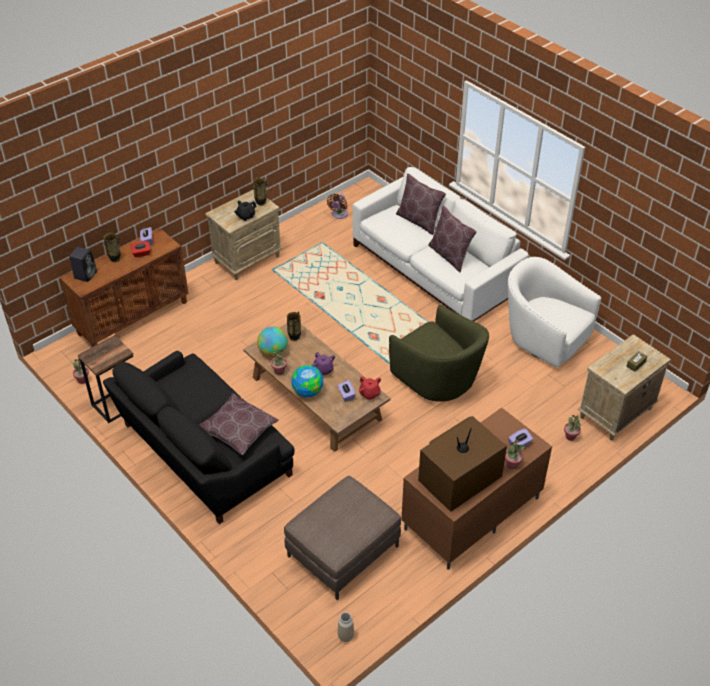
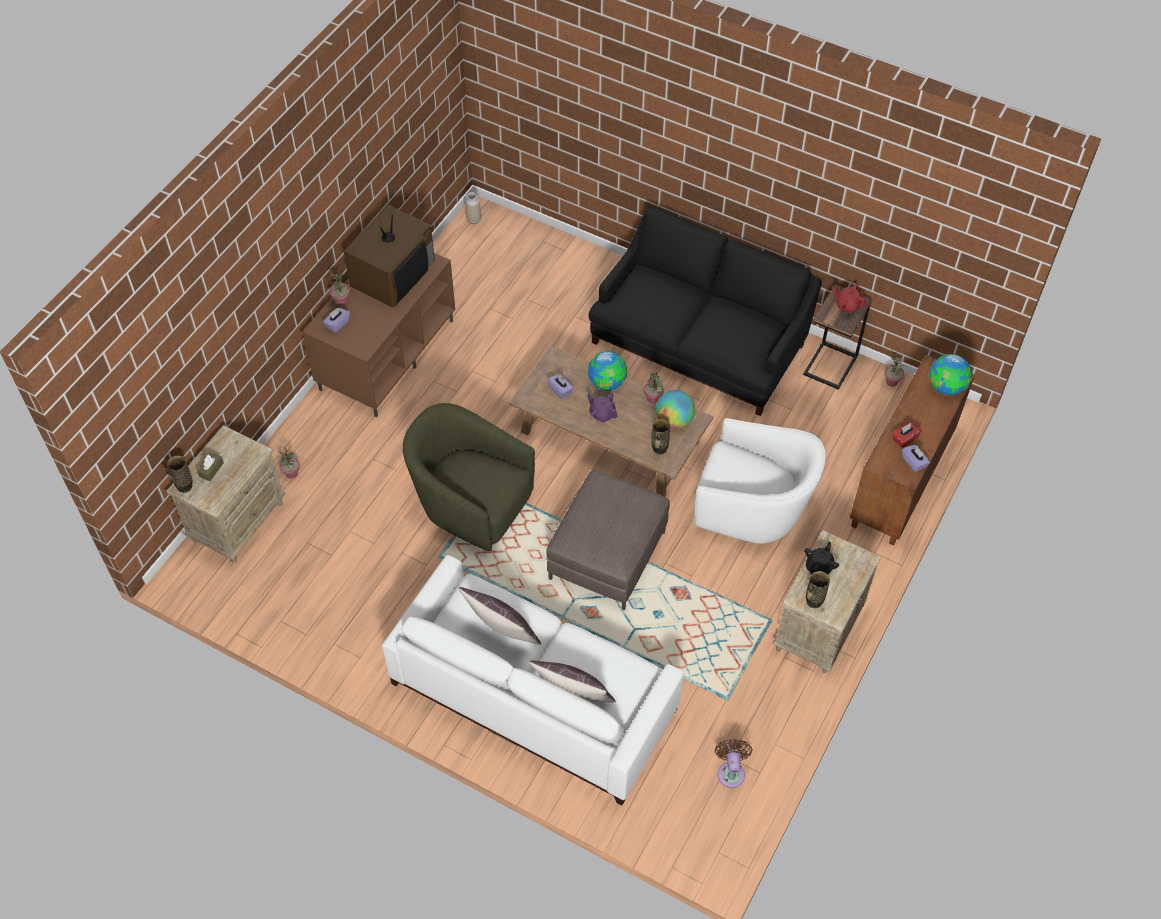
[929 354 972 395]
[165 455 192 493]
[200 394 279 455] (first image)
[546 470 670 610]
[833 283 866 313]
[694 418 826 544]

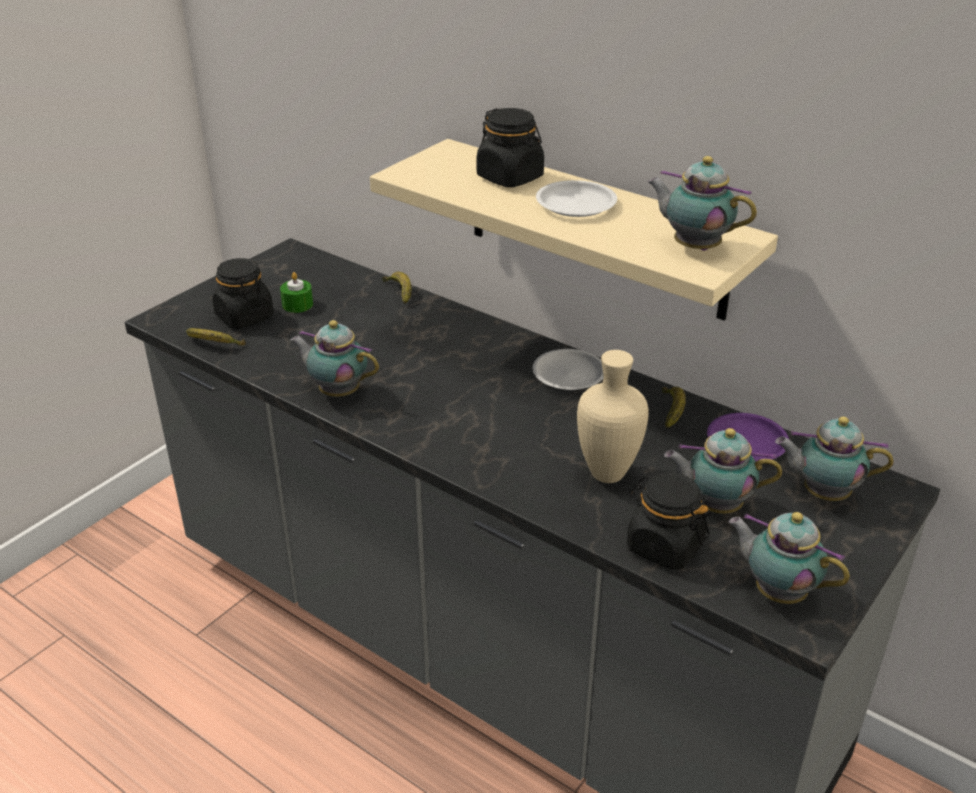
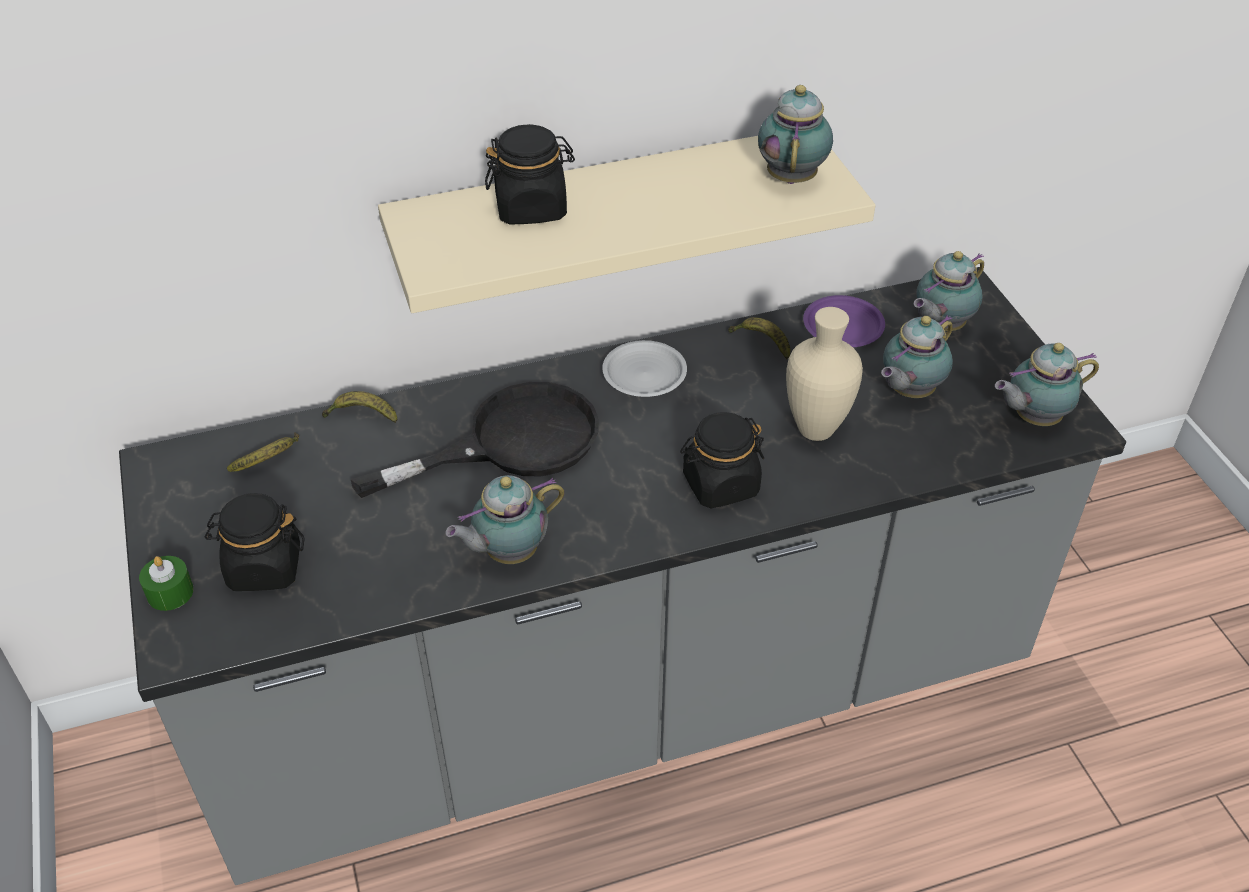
[227 432 299 472]
[139 556 194 611]
[536 180 617 217] (first image)
[680 412 764 508]
[758 85 833 184]
[351 382 599 498]

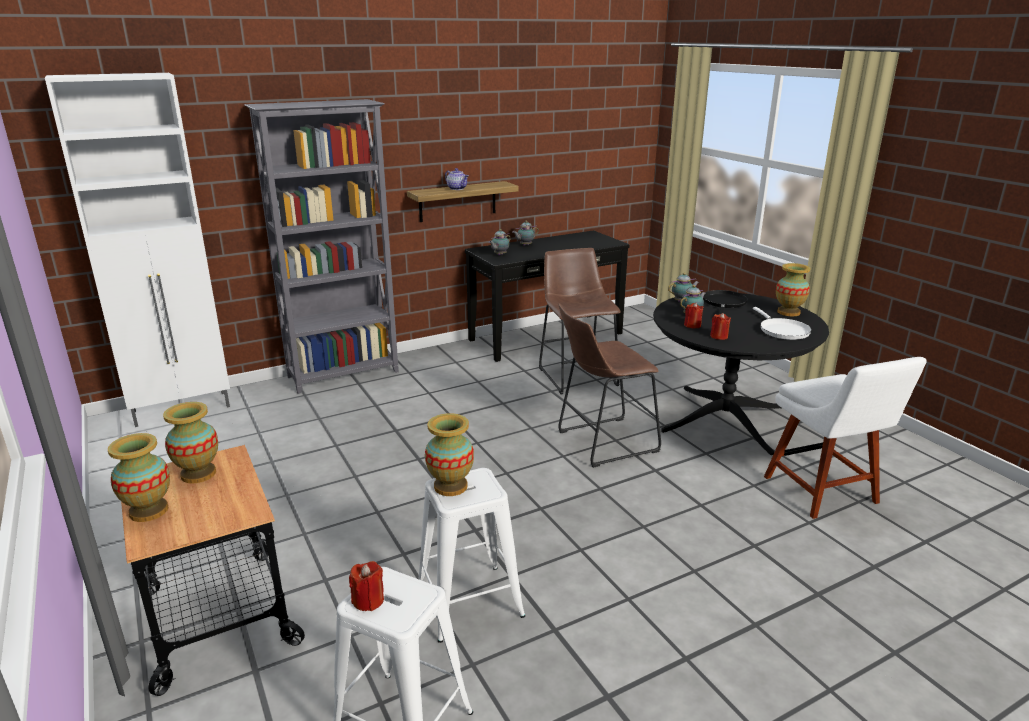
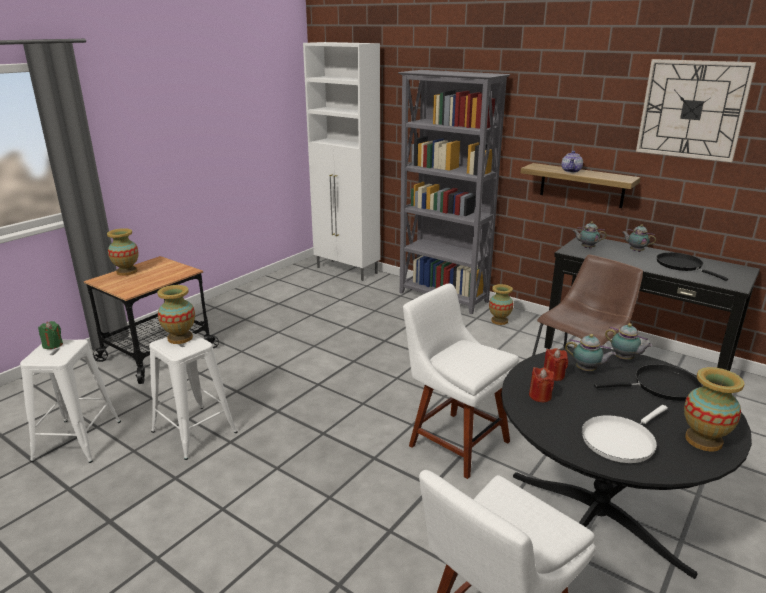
[489 284 513 325]
[38 321 63 349]
[403 283 519 479]
[636 59 756 162]
[657 252 728 281]

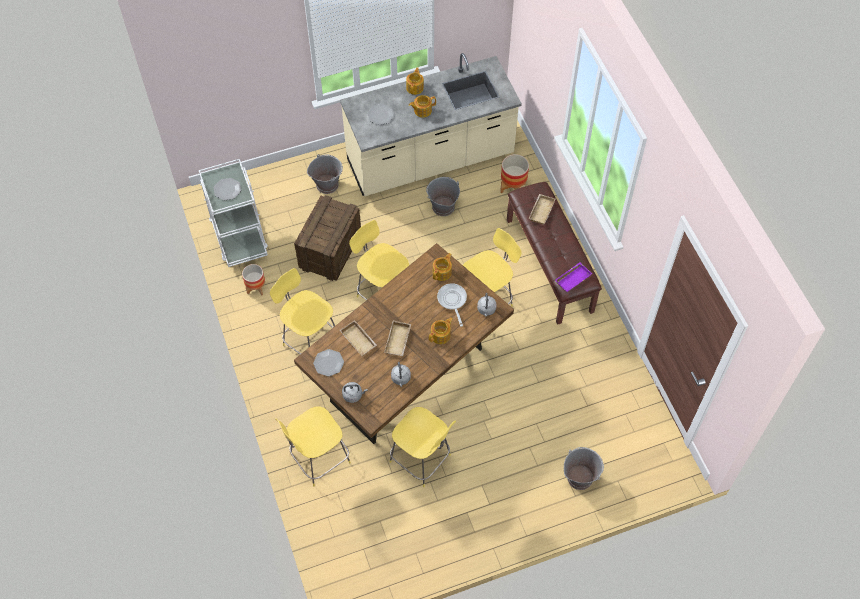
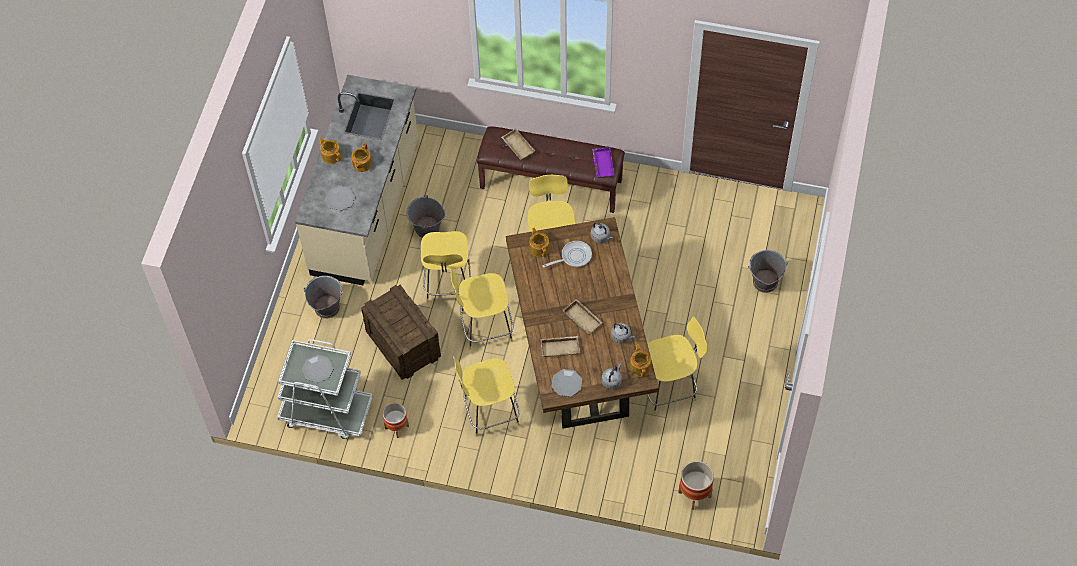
[421 231 471 302]
[630 344 651 377]
[542 241 592 268]
[678 461 714 510]

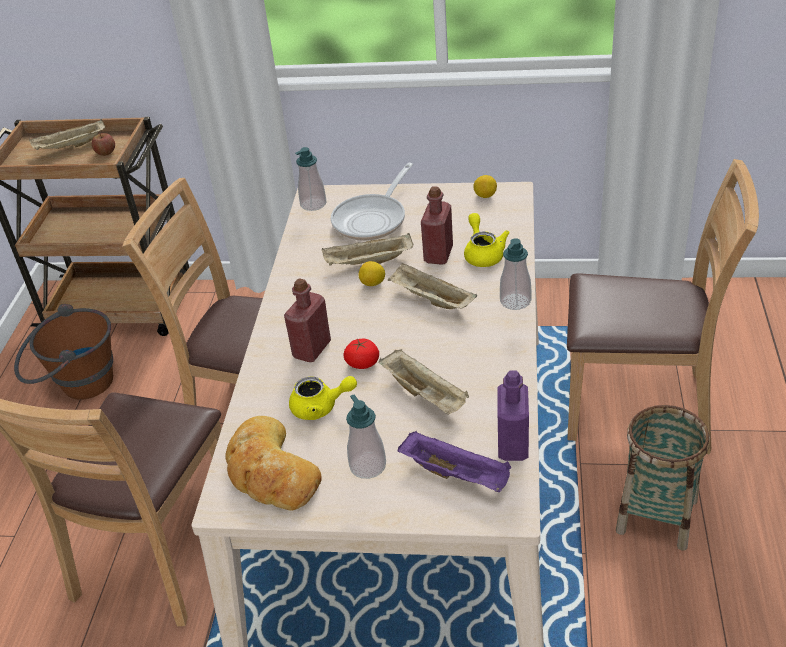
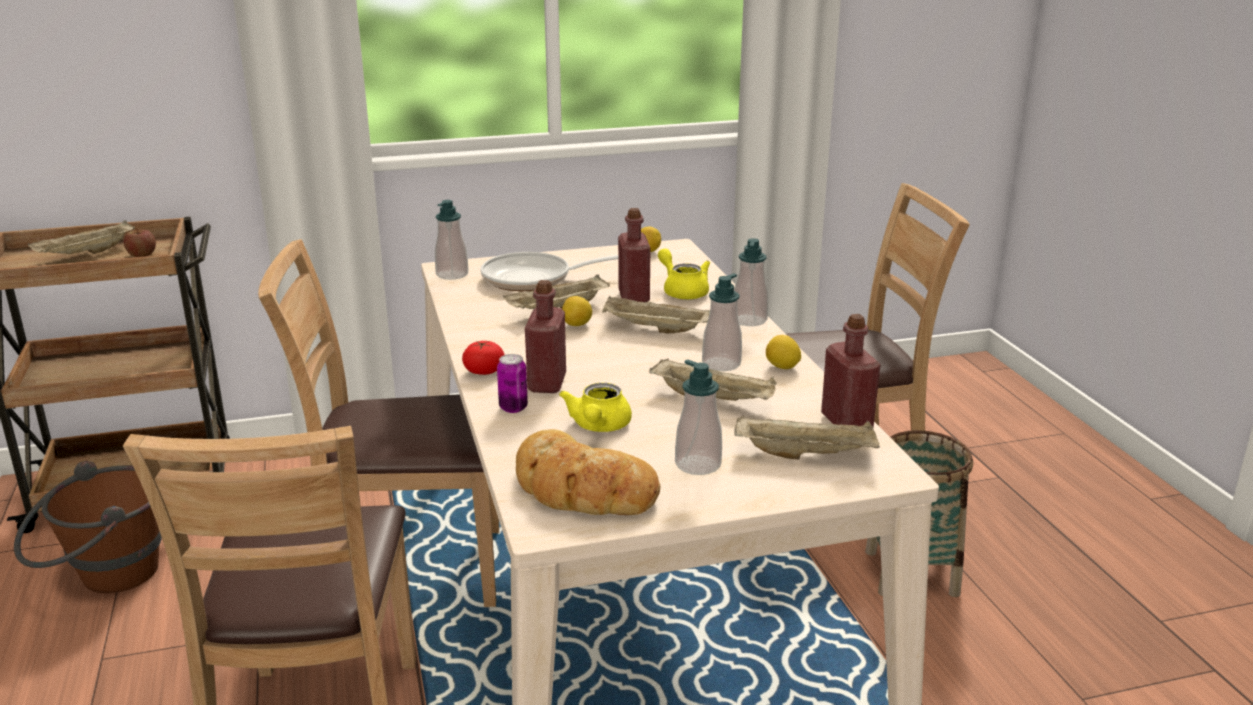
[559 383 632 432]
[480 252 618 291]
[462 341 505 375]
[735 415 880 460]
[821 314 881 428]
[497 354 528 413]
[702 273 742 371]
[766 335 801 369]

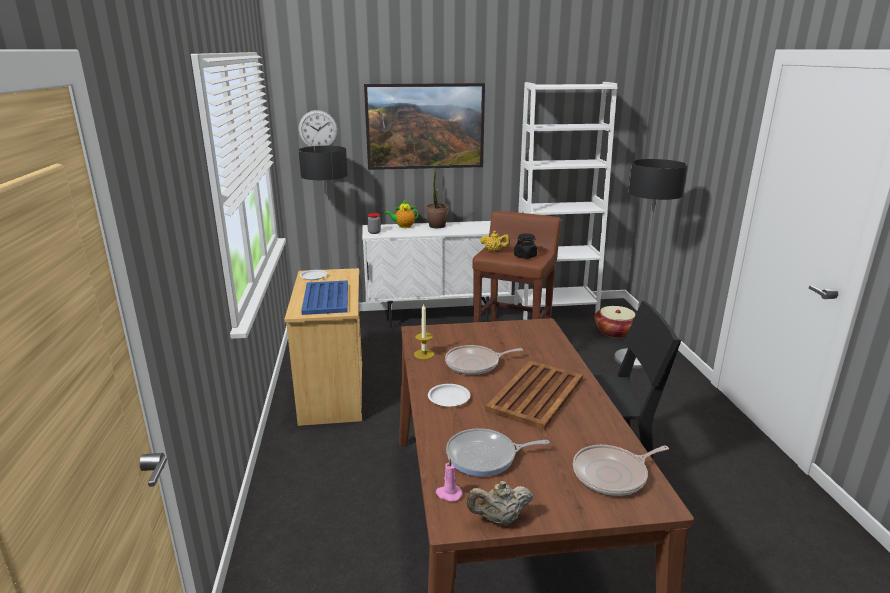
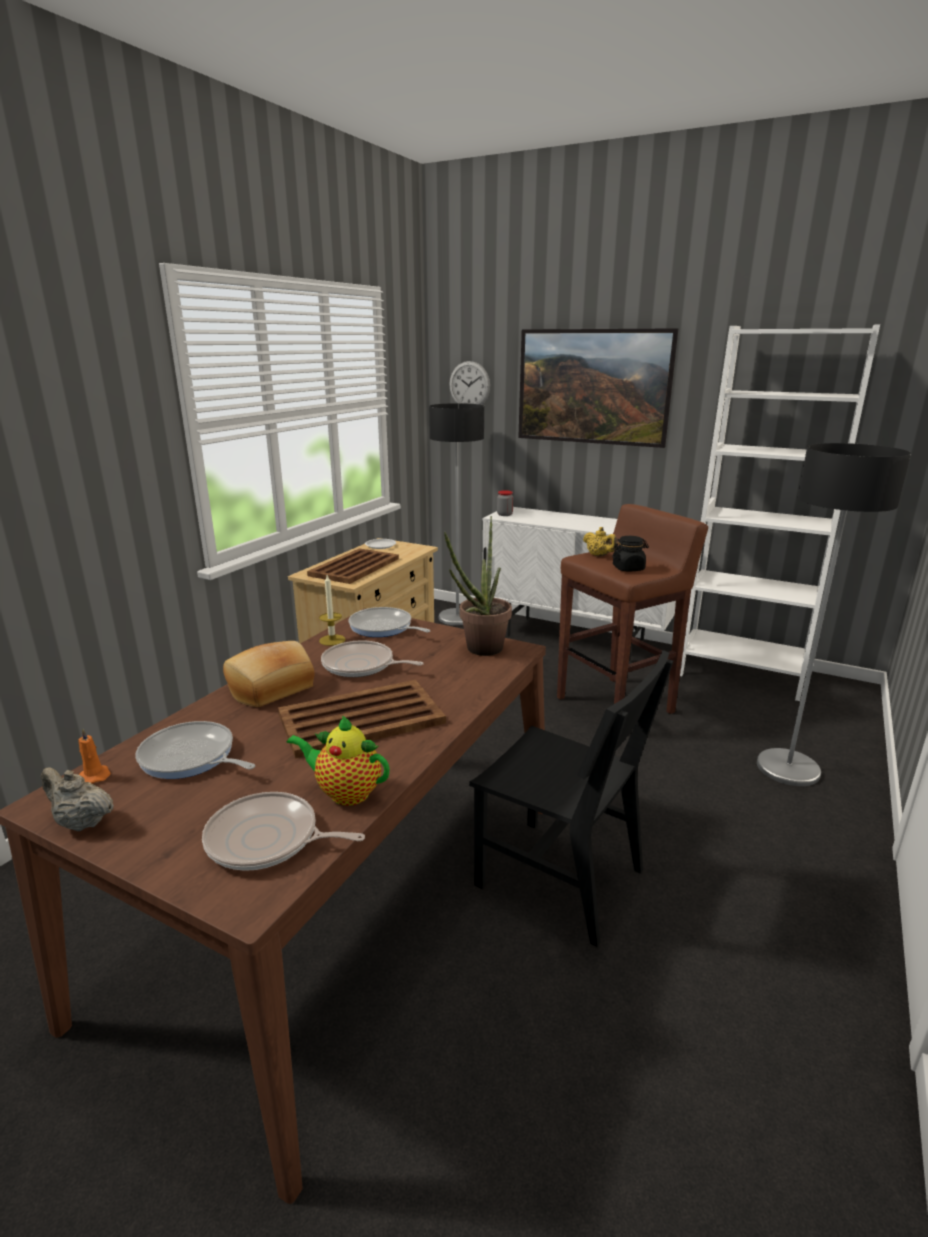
[307 548 399 584]
[287 715 390 806]
[444 516 512 656]
[223 641 314 707]
[79 728 111 784]
[594 306 636 338] (first image)
[348 607 431 637]

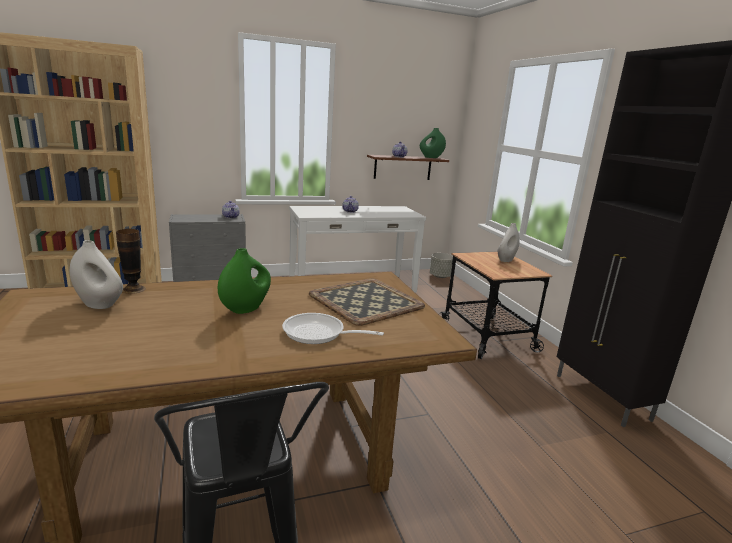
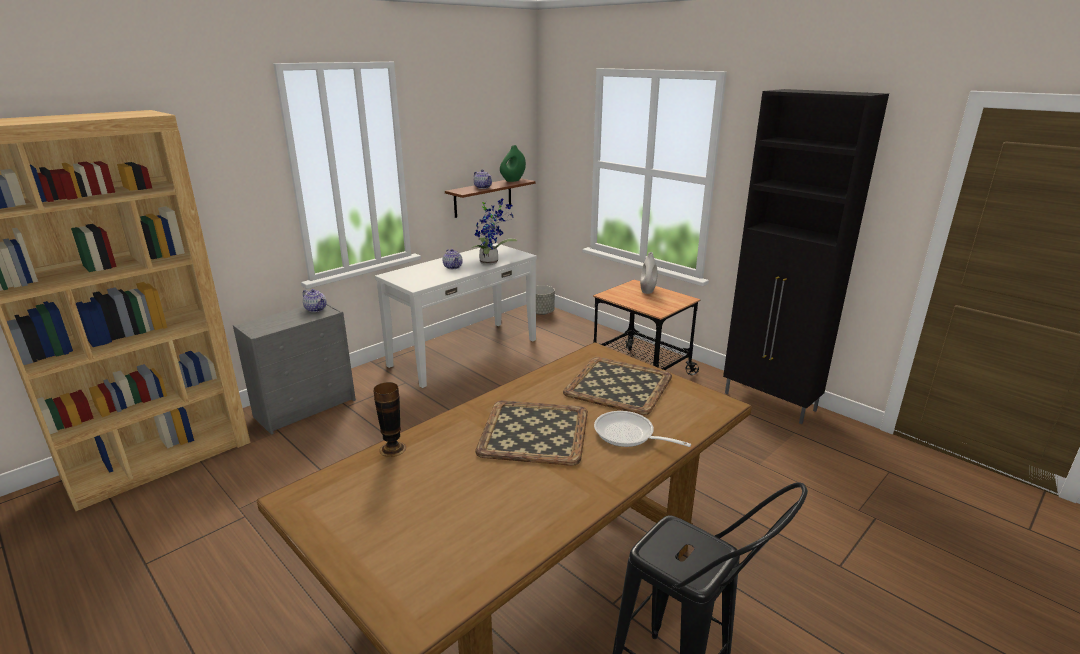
[70 240 123 309] (first image)
[475 400 588 466]
[594 411 691 447]
[472 198 518 265]

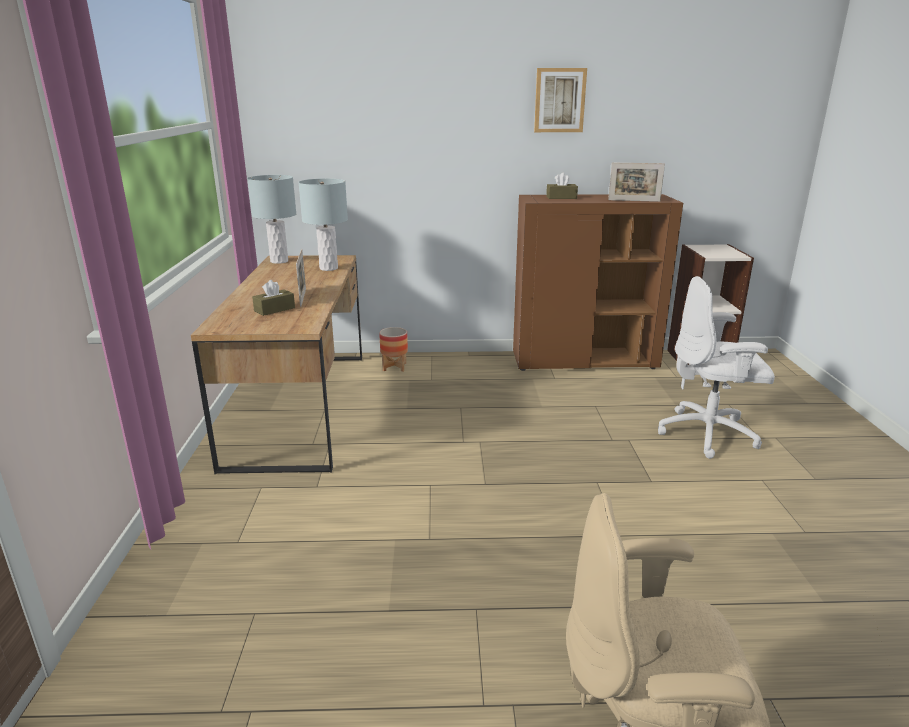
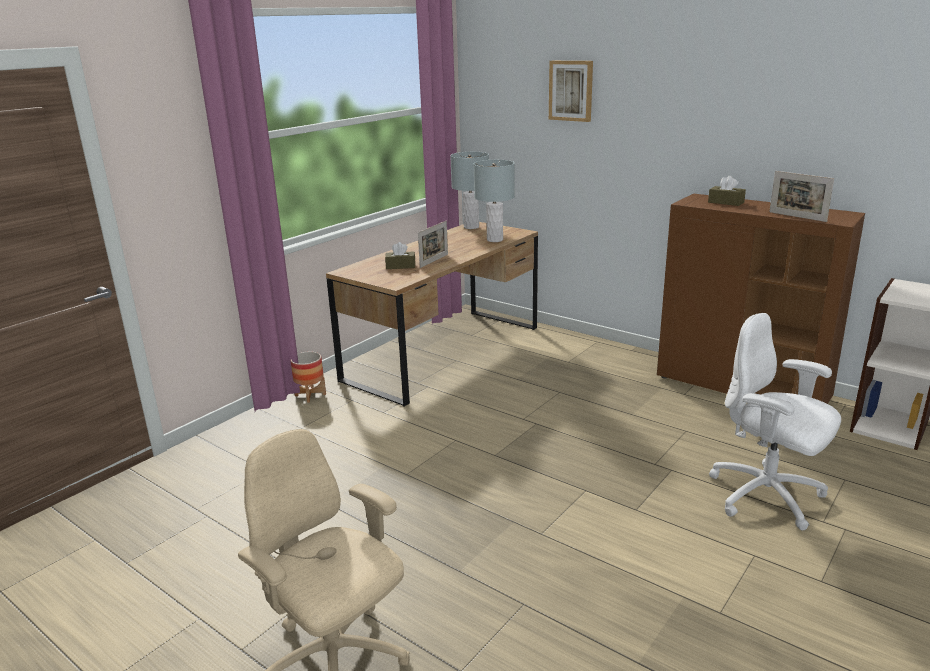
[291 352 326 403]
[549 61 593 122]

